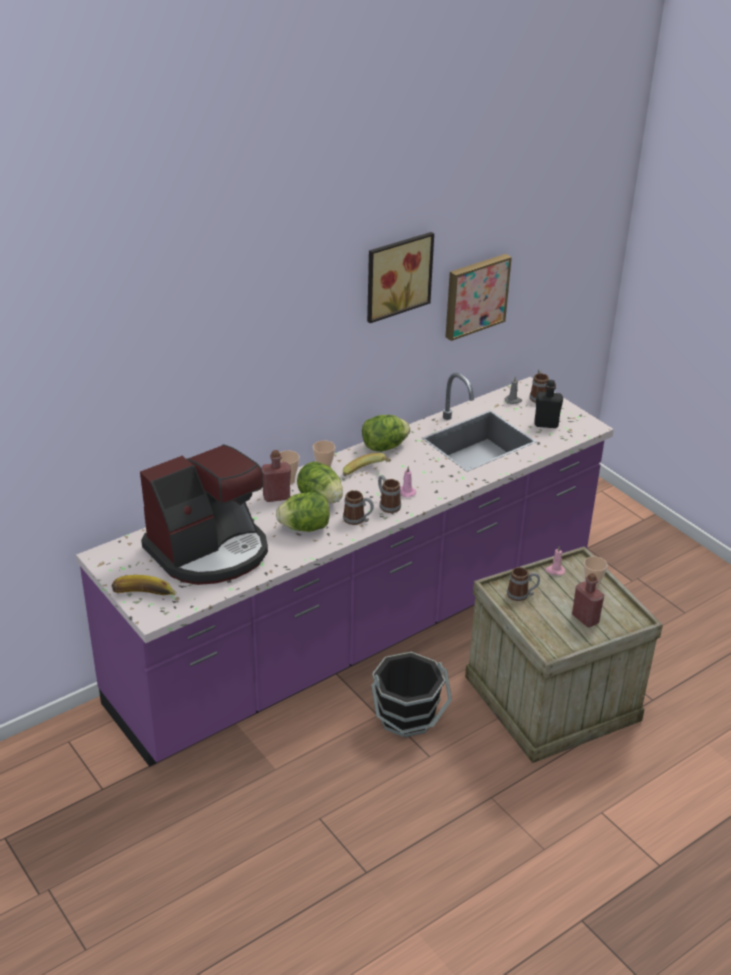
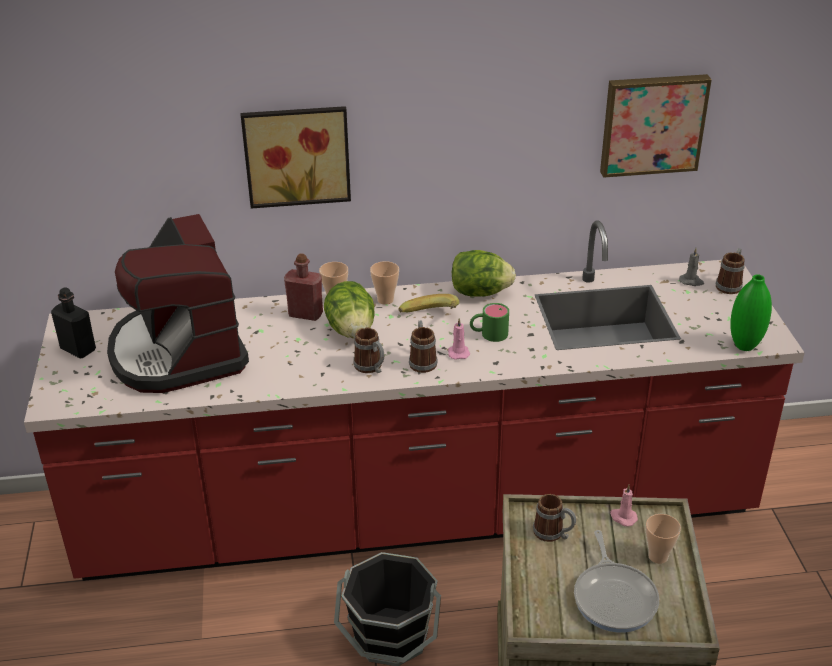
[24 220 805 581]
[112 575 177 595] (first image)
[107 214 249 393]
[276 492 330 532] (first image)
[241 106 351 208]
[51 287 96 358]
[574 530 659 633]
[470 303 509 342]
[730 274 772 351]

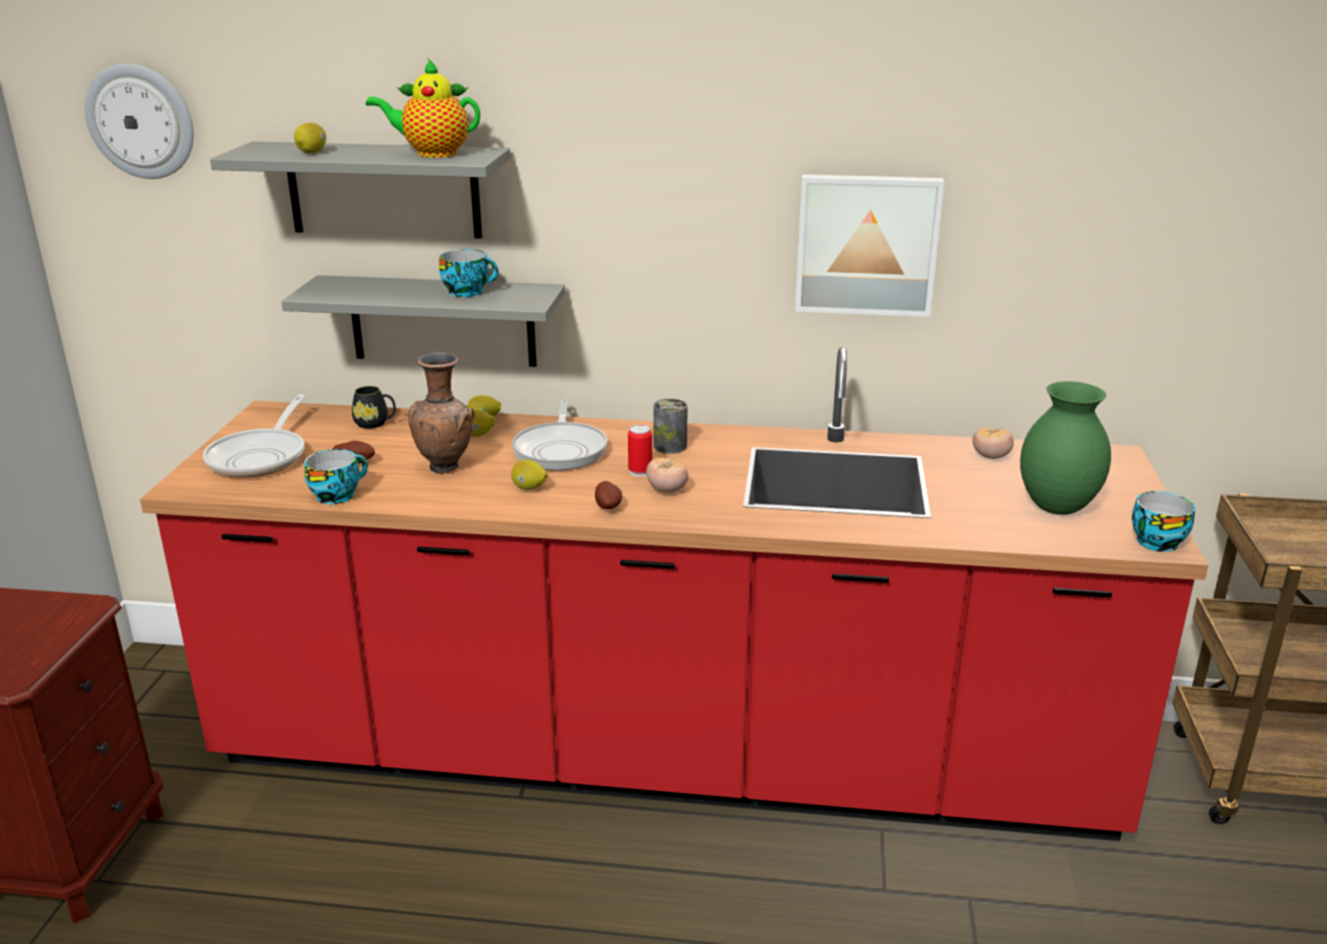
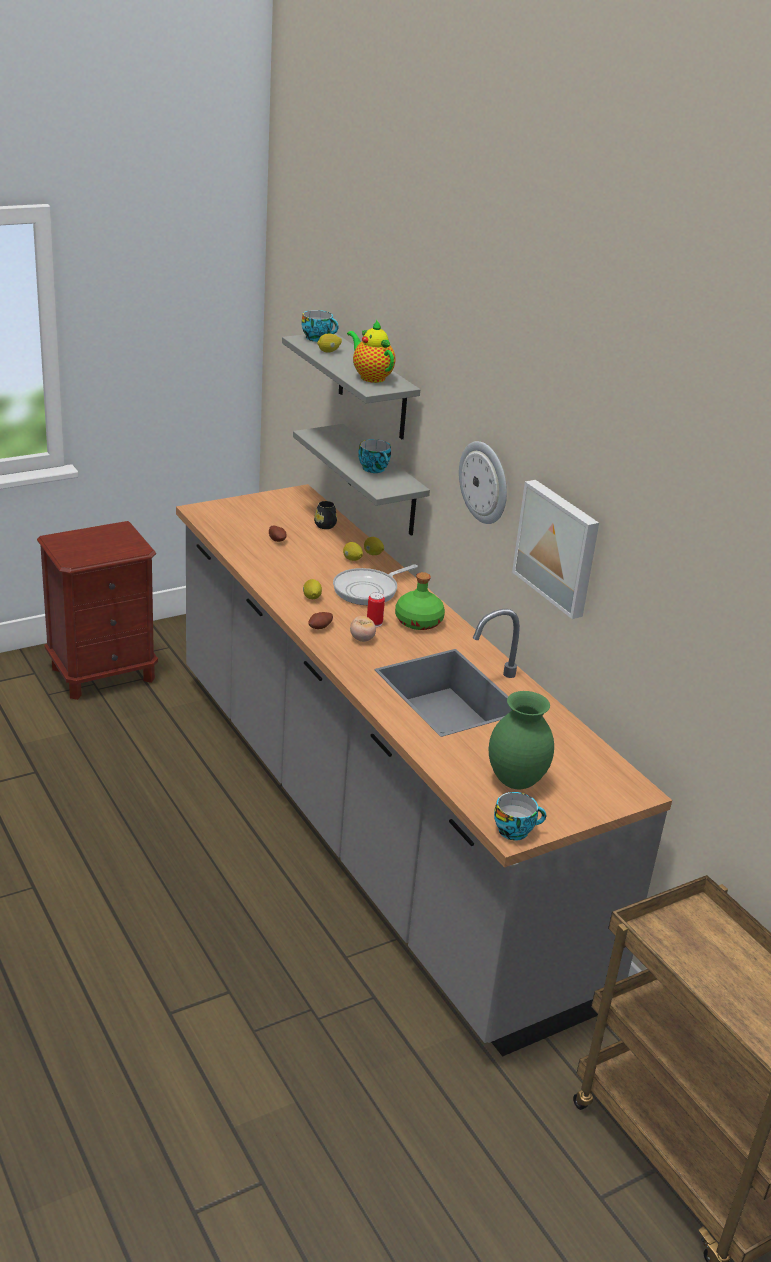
[459 441 507 524]
[176 484 672 1057]
[203 394 305 478] (first image)
[302 310 339 342]
[408 352 474 475] (first image)
[395 572 445 630]
[972 427 1014 459] (first image)

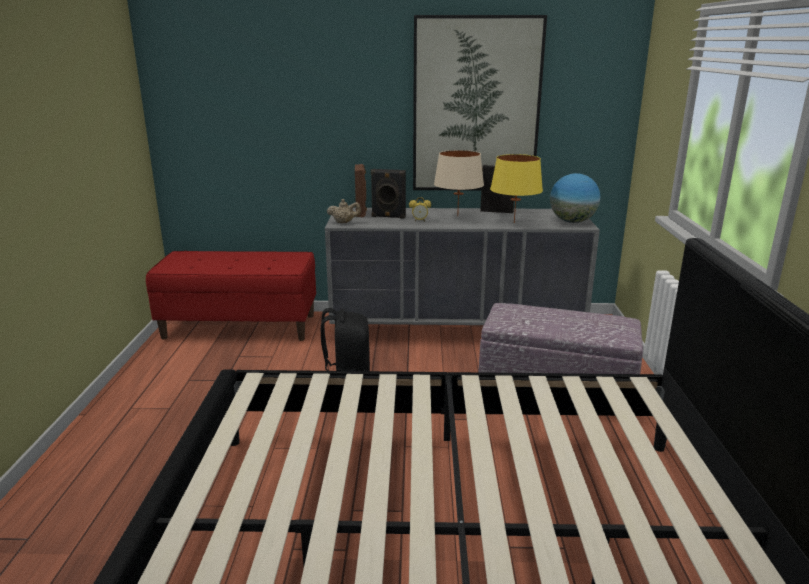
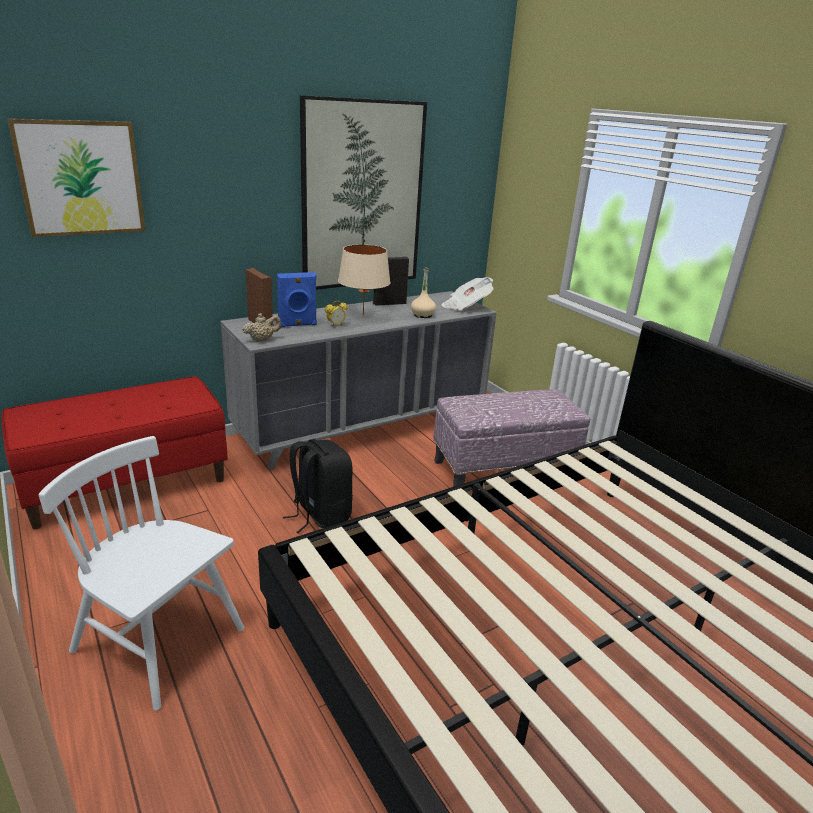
[277 272 317 327]
[411 267 436 318]
[441 277 493 310]
[7 118 146 237]
[39 436 244 710]

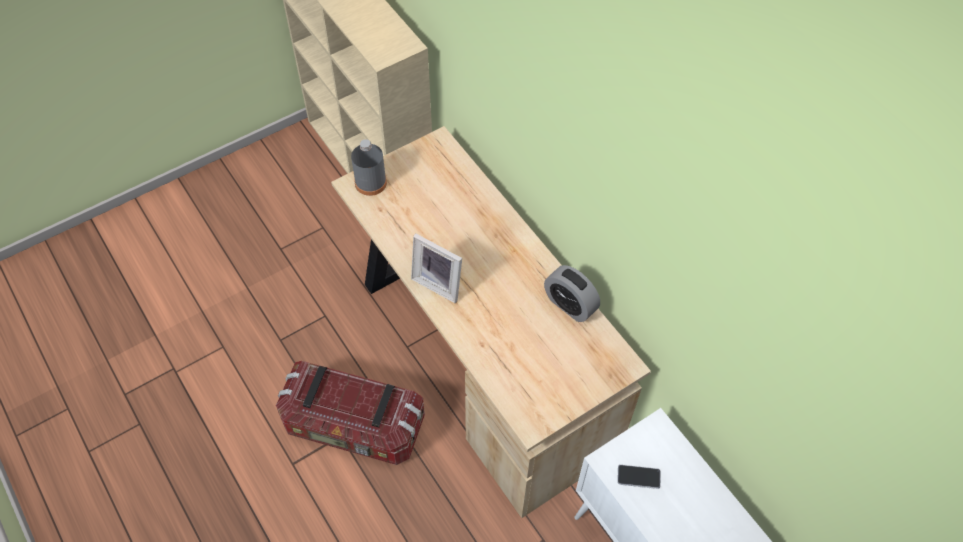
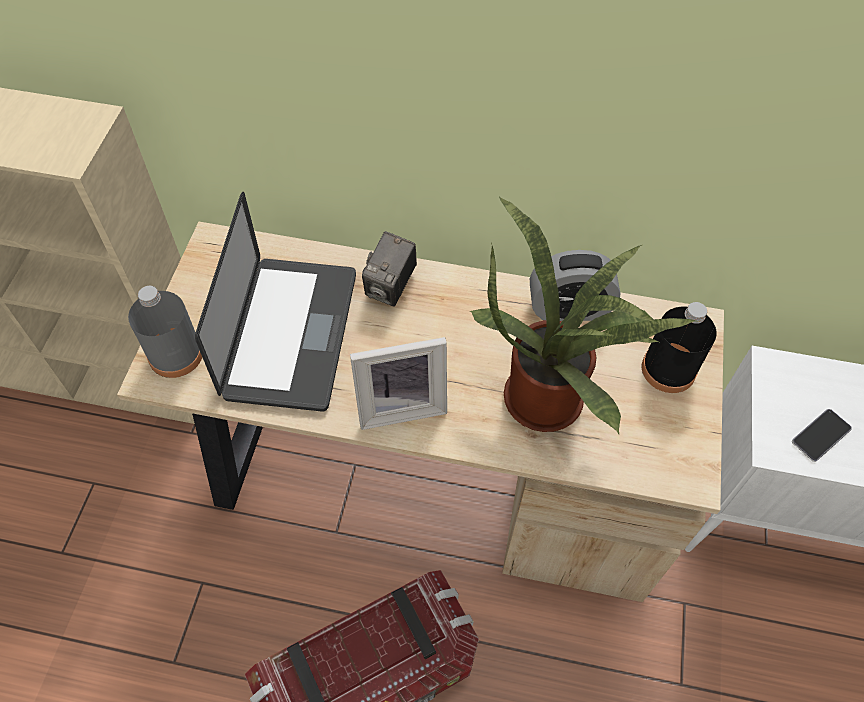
[195 192 356 412]
[362 231 417 307]
[469 196 699 434]
[642 302 717 393]

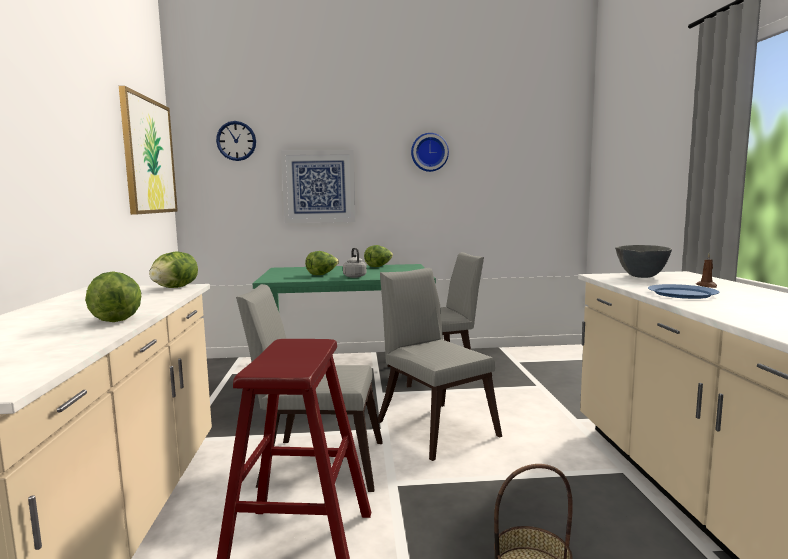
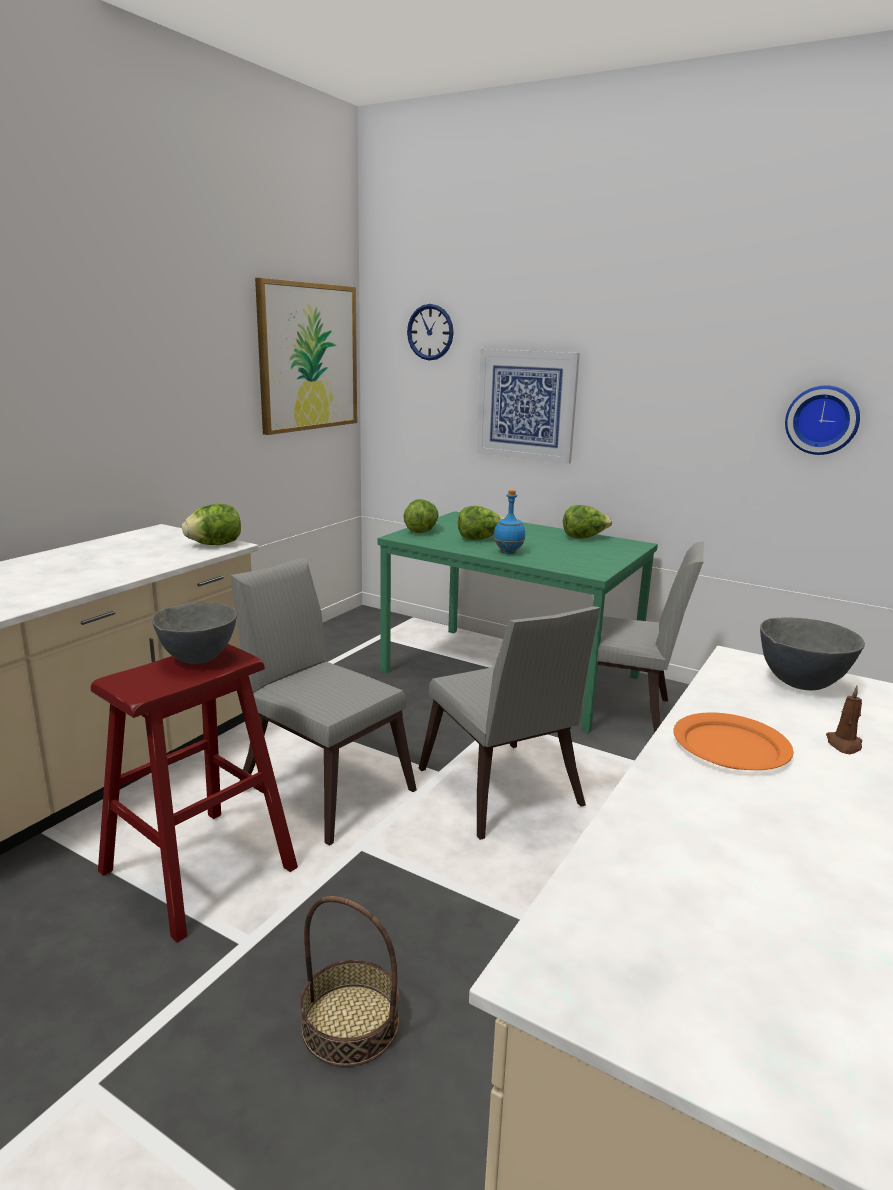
[404 499 439 533]
[494 490 525 554]
[419 606 600 840]
[785 385 860 455]
[673 712 793 770]
[152 603 237 664]

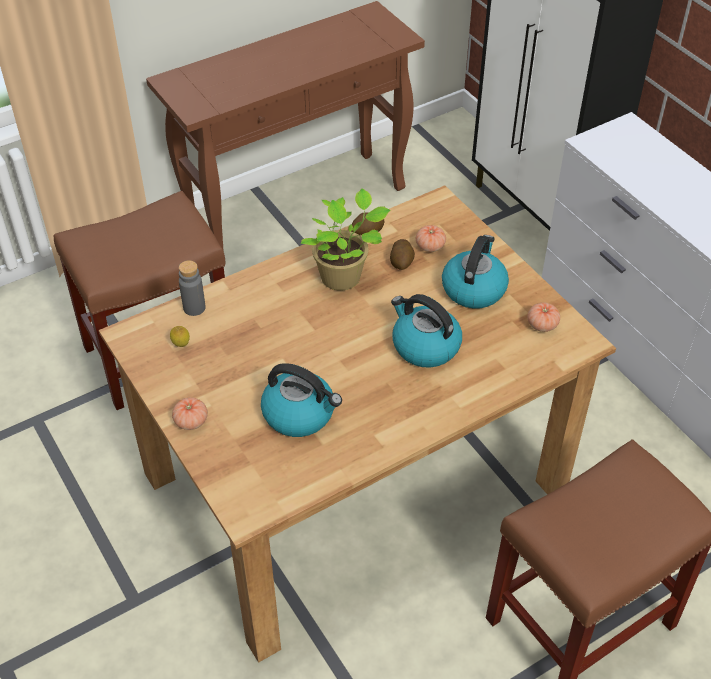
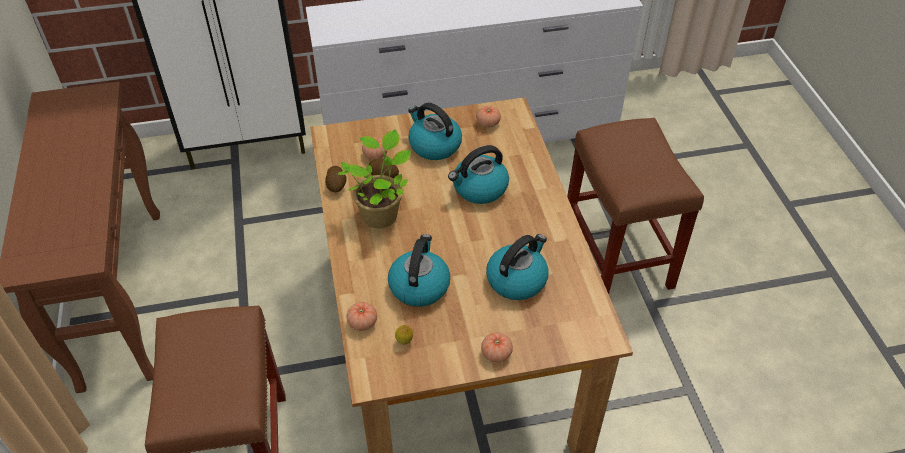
[346 302 377 331]
[388 234 450 307]

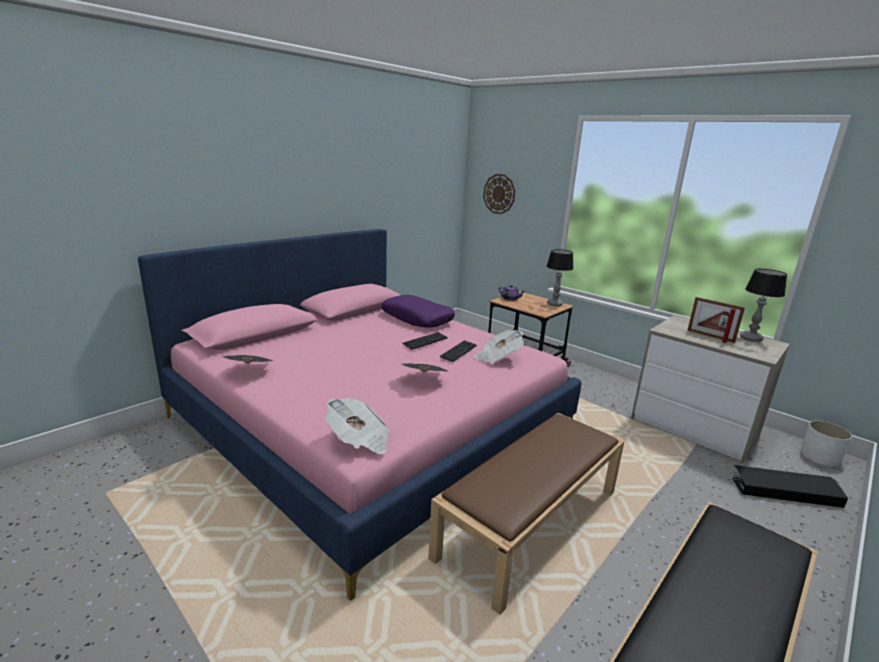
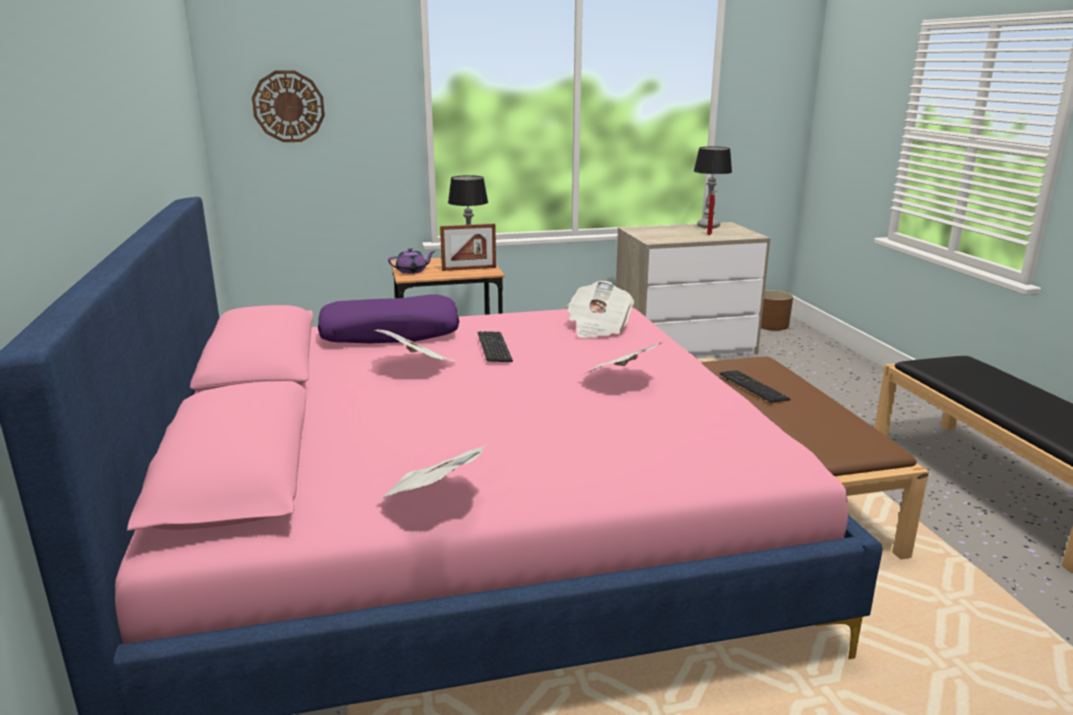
[375 330 455 361]
[720 370 791 402]
[440 224 496 271]
[732 465 848 508] (first image)
[761 290 793 331]

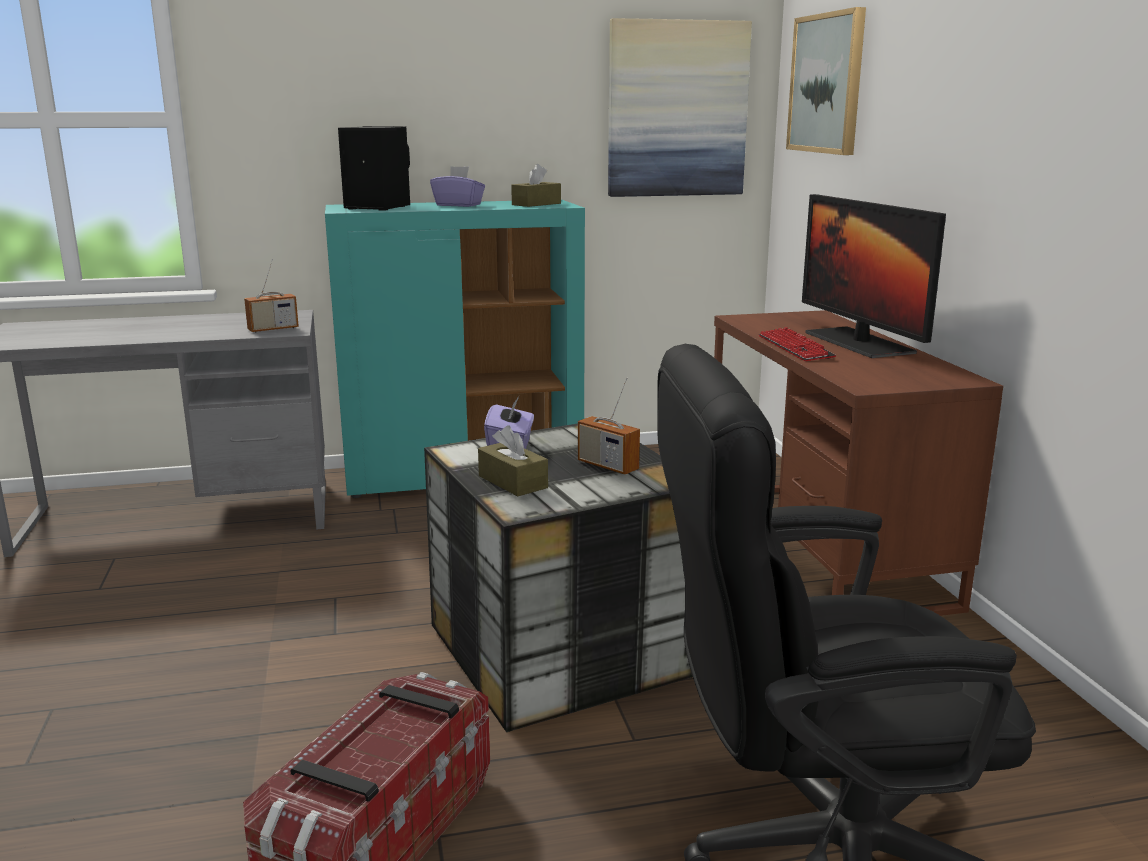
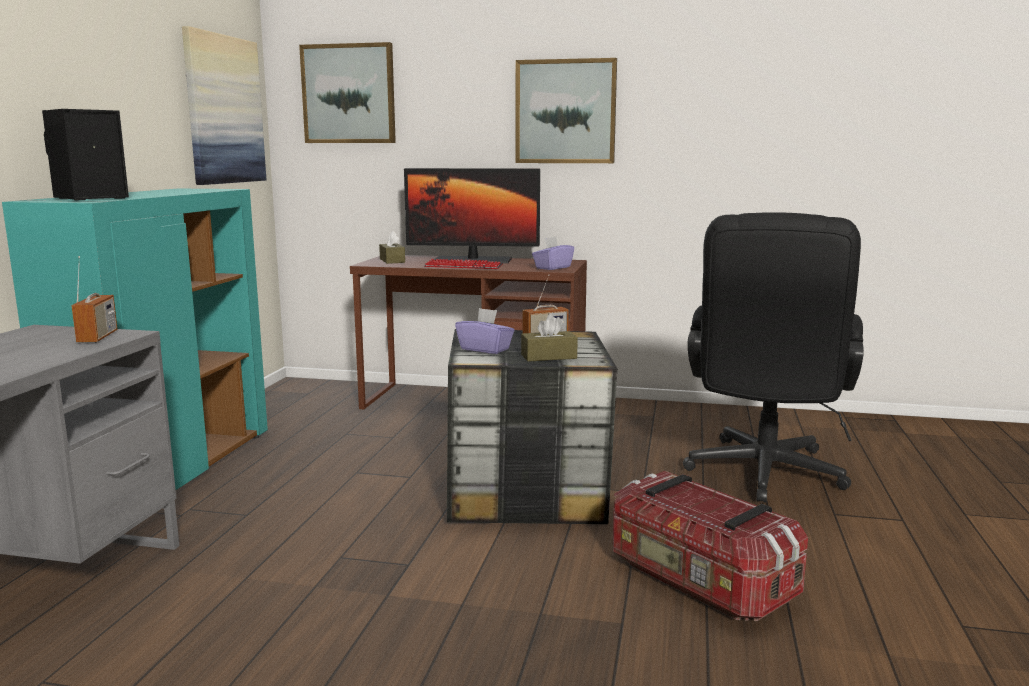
[532 237 574 270]
[379 231 405 264]
[516 58 617 163]

